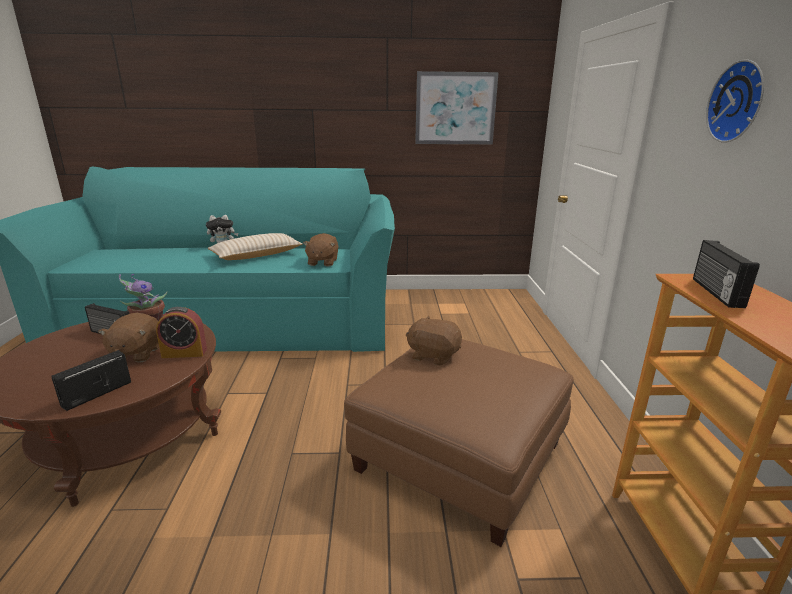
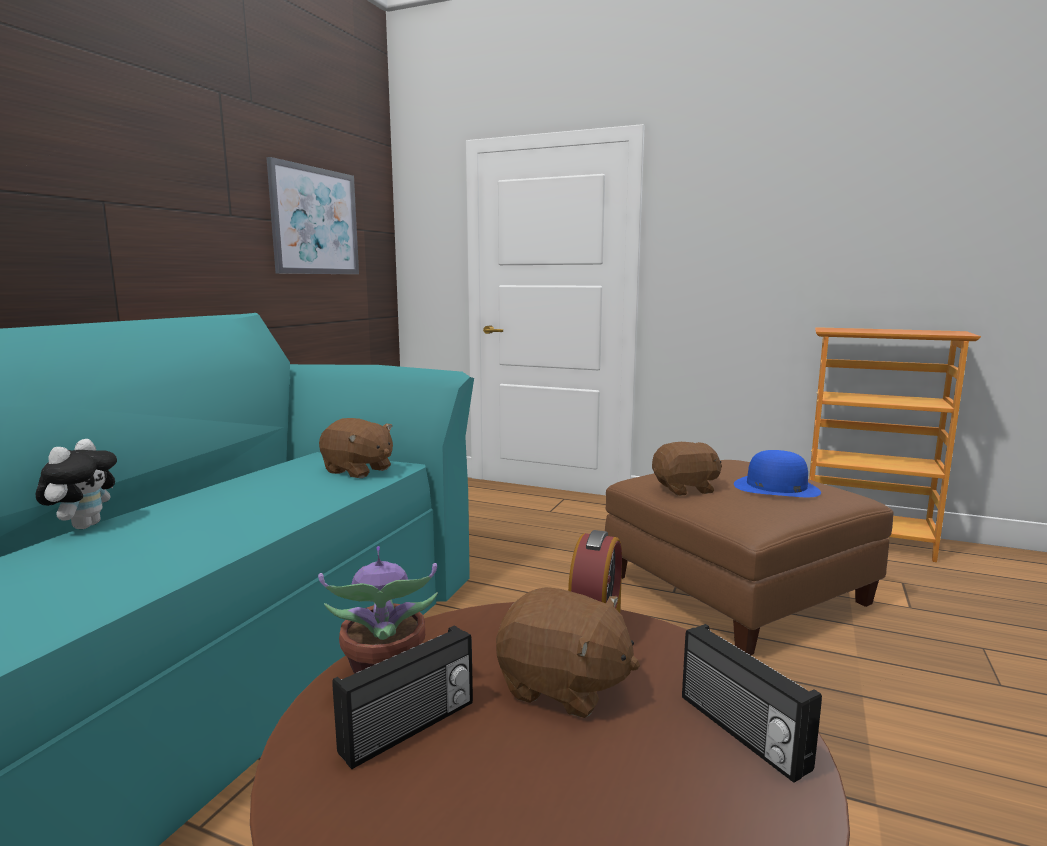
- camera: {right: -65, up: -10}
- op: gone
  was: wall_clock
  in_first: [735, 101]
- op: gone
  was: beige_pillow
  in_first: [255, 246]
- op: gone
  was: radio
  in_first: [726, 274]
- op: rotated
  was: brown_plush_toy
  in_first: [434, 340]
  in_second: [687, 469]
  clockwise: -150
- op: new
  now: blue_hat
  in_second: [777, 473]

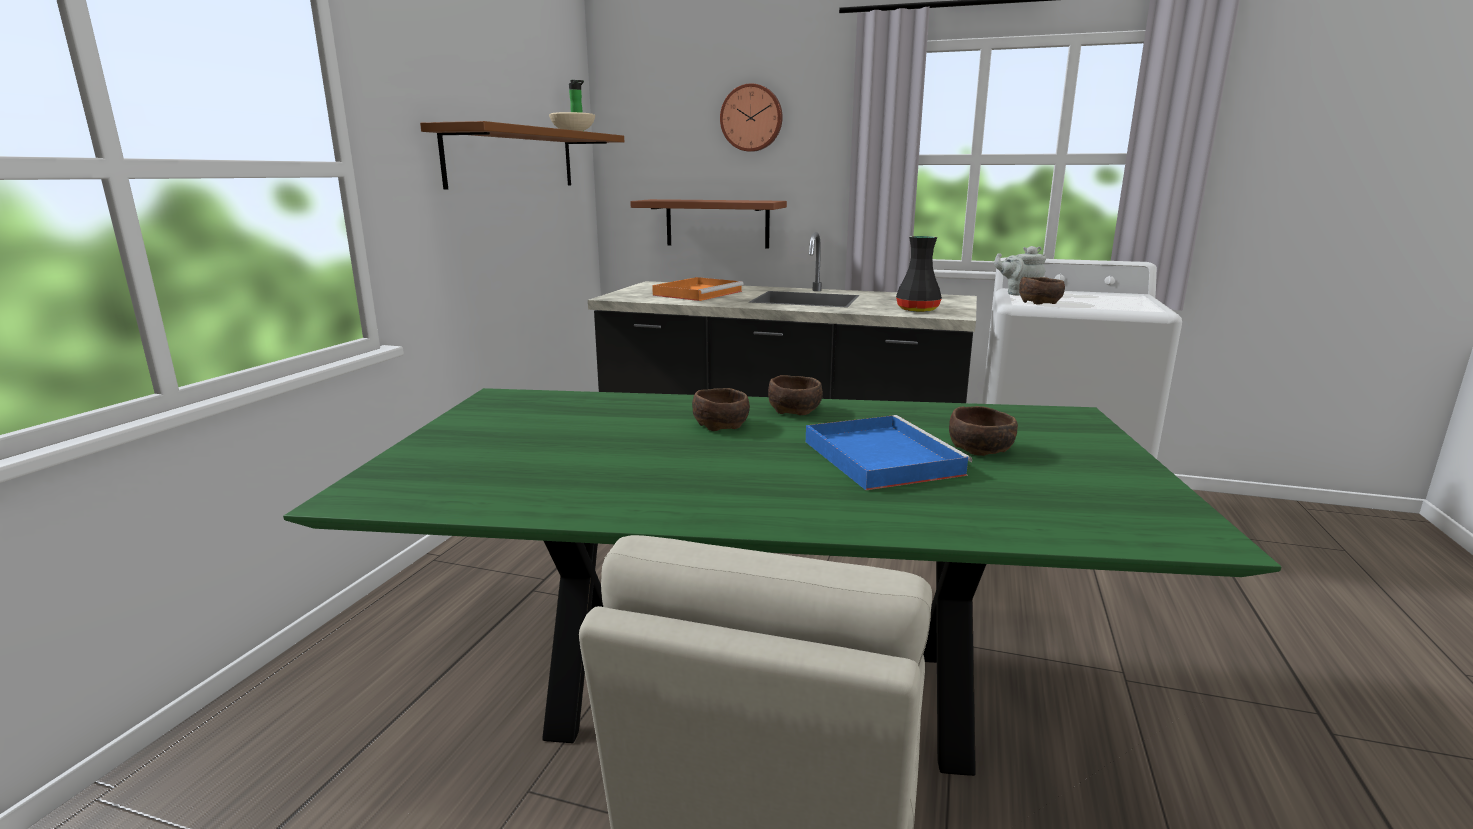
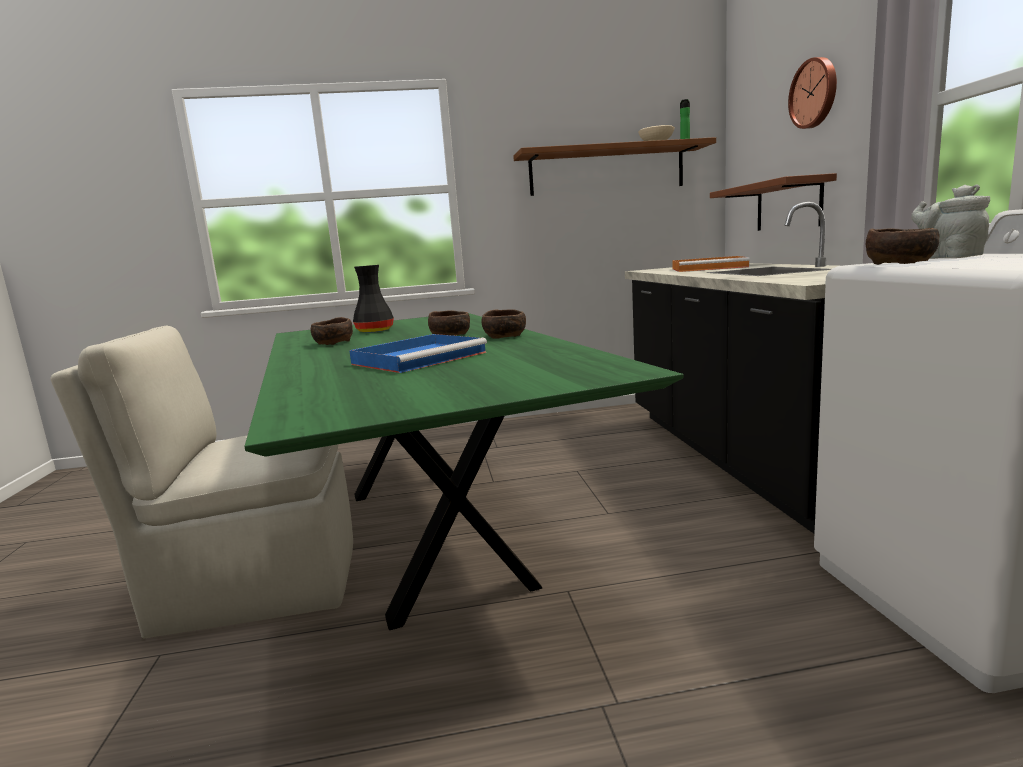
- camera: {right: 65, up: -5}
- op: shifted
  was: black_vase
  in_first: [919, 274]
  in_second: [373, 299]
- op: shifted
  was: brown_bowl
  in_first: [983, 431]
  in_second: [332, 331]

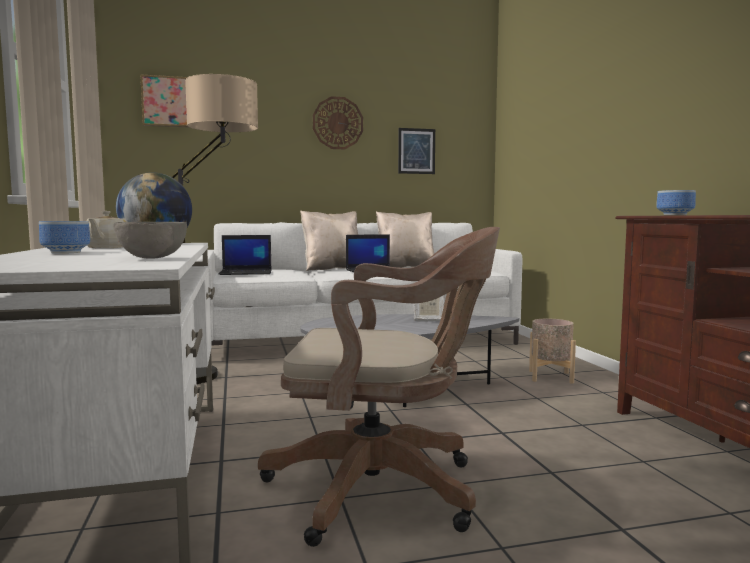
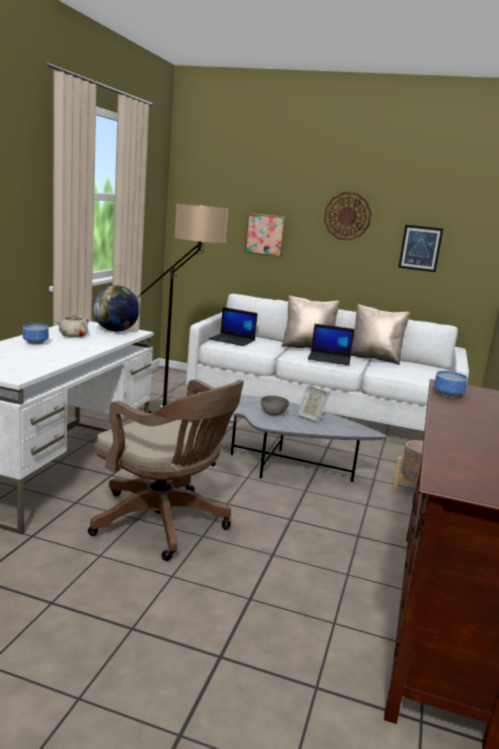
- camera: {right: 30, up: 10}
- op: shifted
  was: picture
  in_first: [165, 101]
  in_second: [266, 235]
- op: shifted
  was: grey_bowl
  in_first: [150, 240]
  in_second: [275, 405]

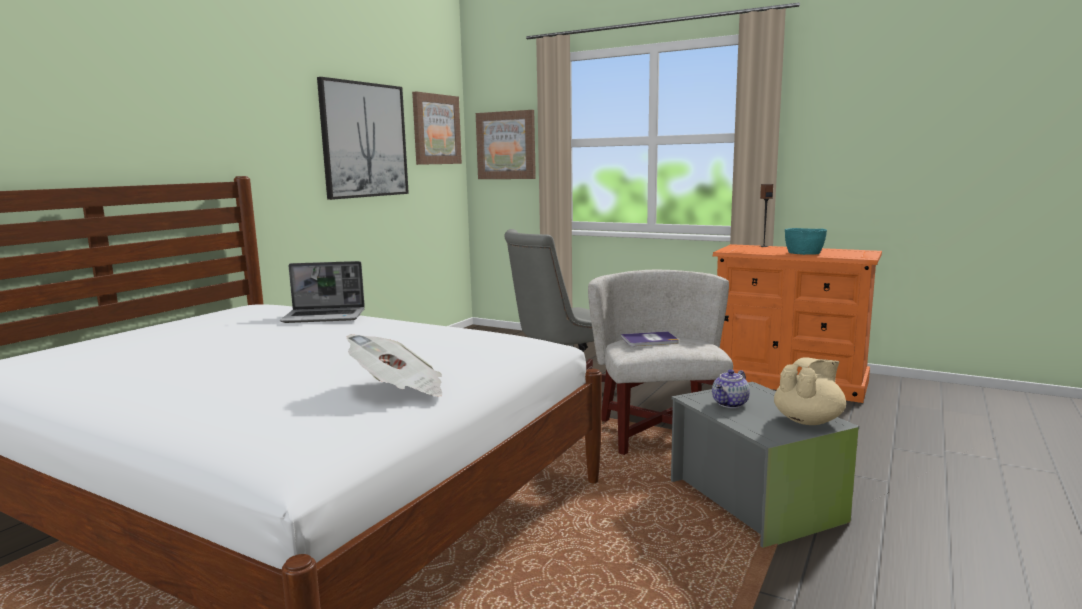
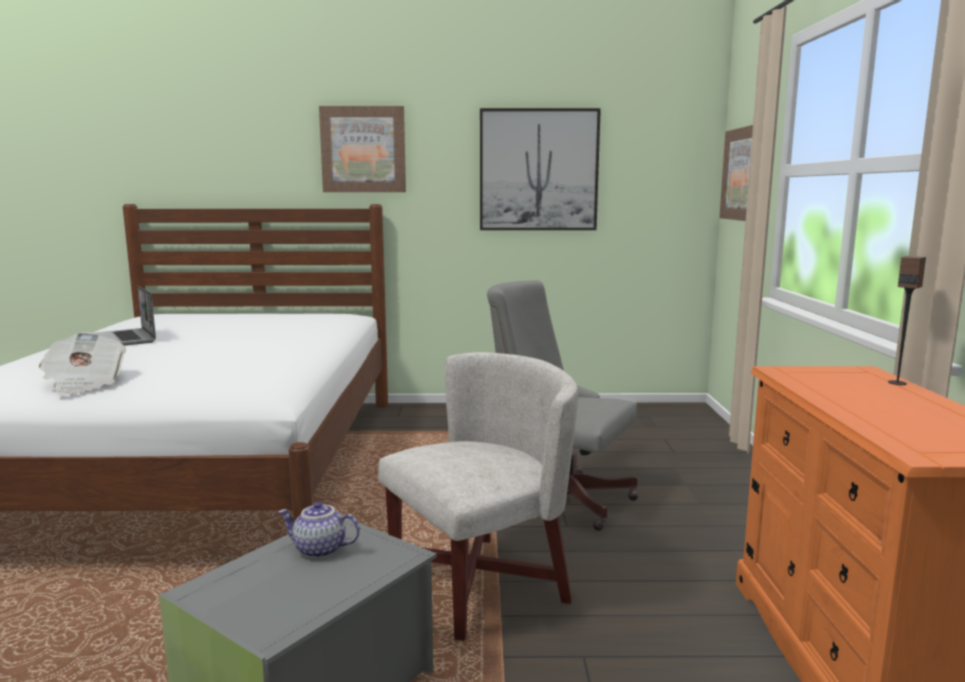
- camera: {right: 60, up: 0}
- op: shifted
  was: picture
  in_first: [437, 128]
  in_second: [362, 149]
- op: gone
  was: turquoise_bowl
  in_first: [806, 241]
- op: shifted
  was: laptop
  in_first: [322, 292]
  in_second: [126, 315]
- op: gone
  was: book
  in_first: [650, 338]
- op: gone
  was: beige_teapot
  in_first: [810, 391]

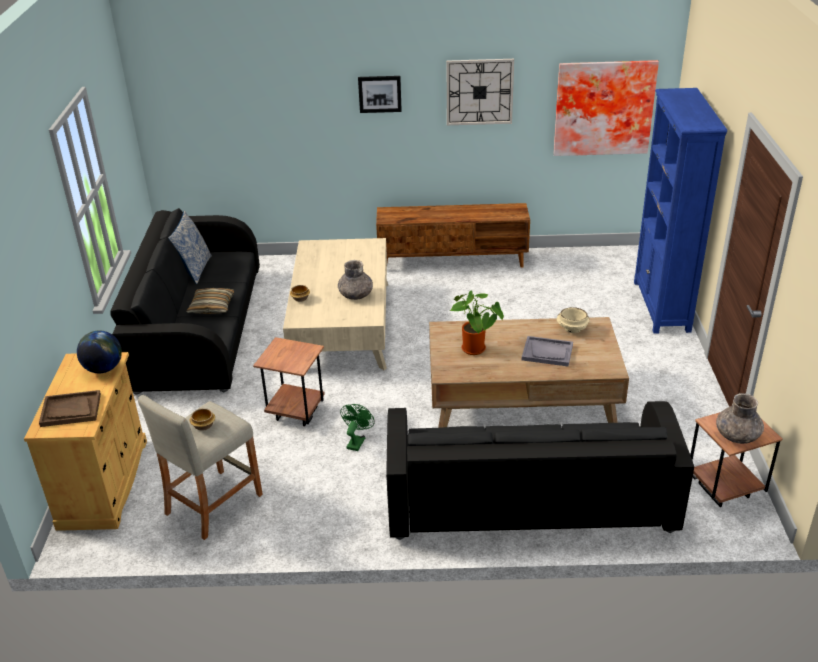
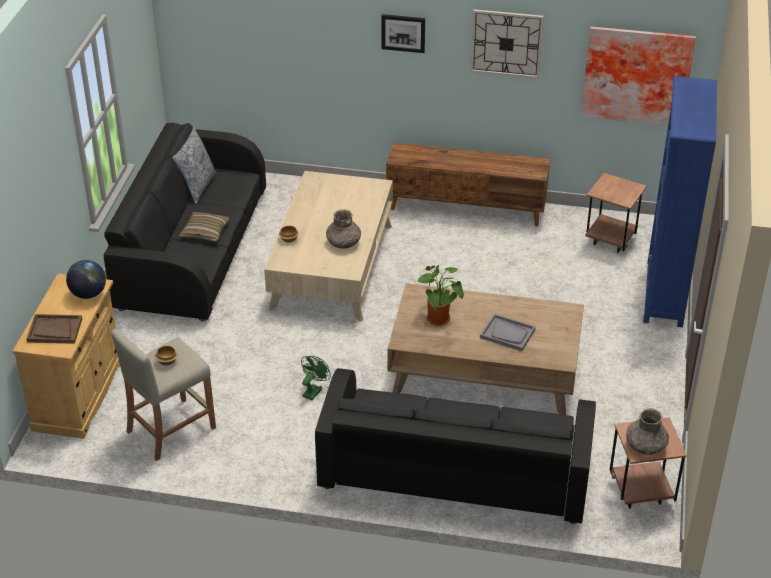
- camera: {right: 10, up: 5}
- op: gone
  was: beige_bowl
  in_first: [573, 320]
- op: shifted
  was: brown_side_table
  in_first: [289, 381]
  in_second: [616, 213]

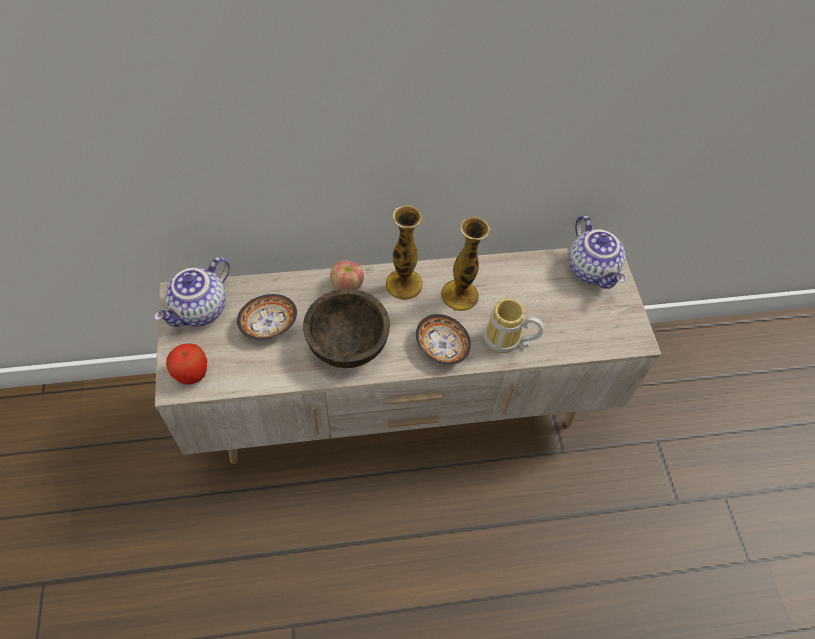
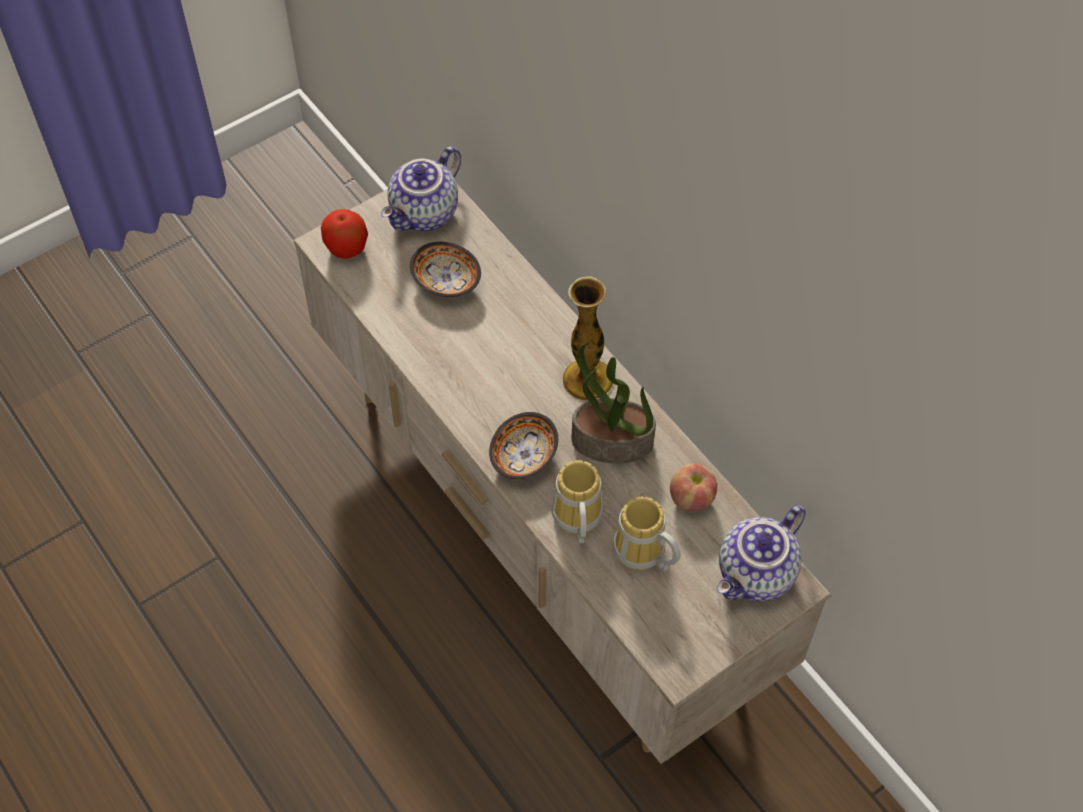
- camera: {right: 65, up: 0}
- op: swapped
  was: vase
  now: potted_plant
  in_first: [465, 264]
  in_second: [614, 403]
- op: rotated
  was: teapot
  in_first: [192, 292]
  in_second: [421, 189]
  clockwise: -60
- op: shifted
  was: apple
  in_first: [347, 275]
  in_second: [693, 487]
- op: gone
  was: brown_bowl
  in_first: [346, 328]
- op: new
  now: mug
  in_second: [647, 534]

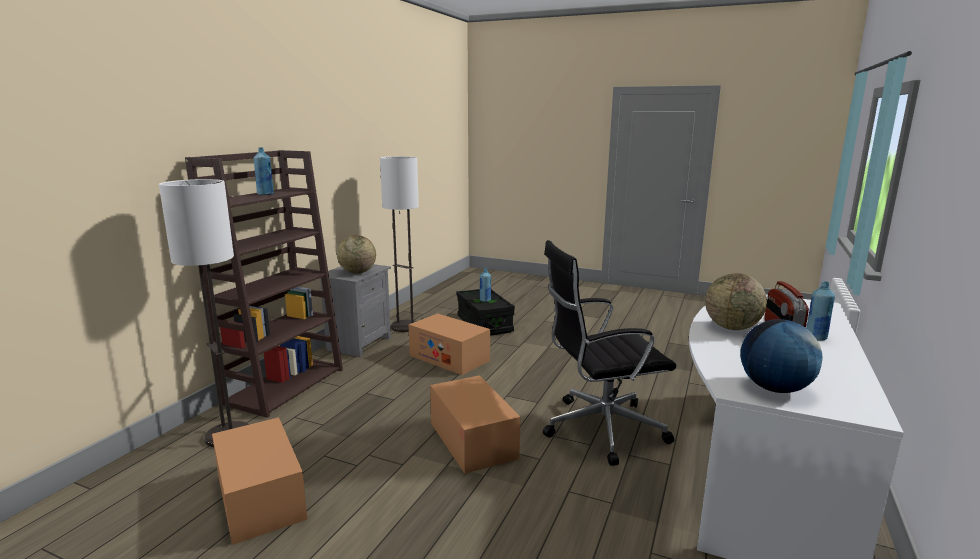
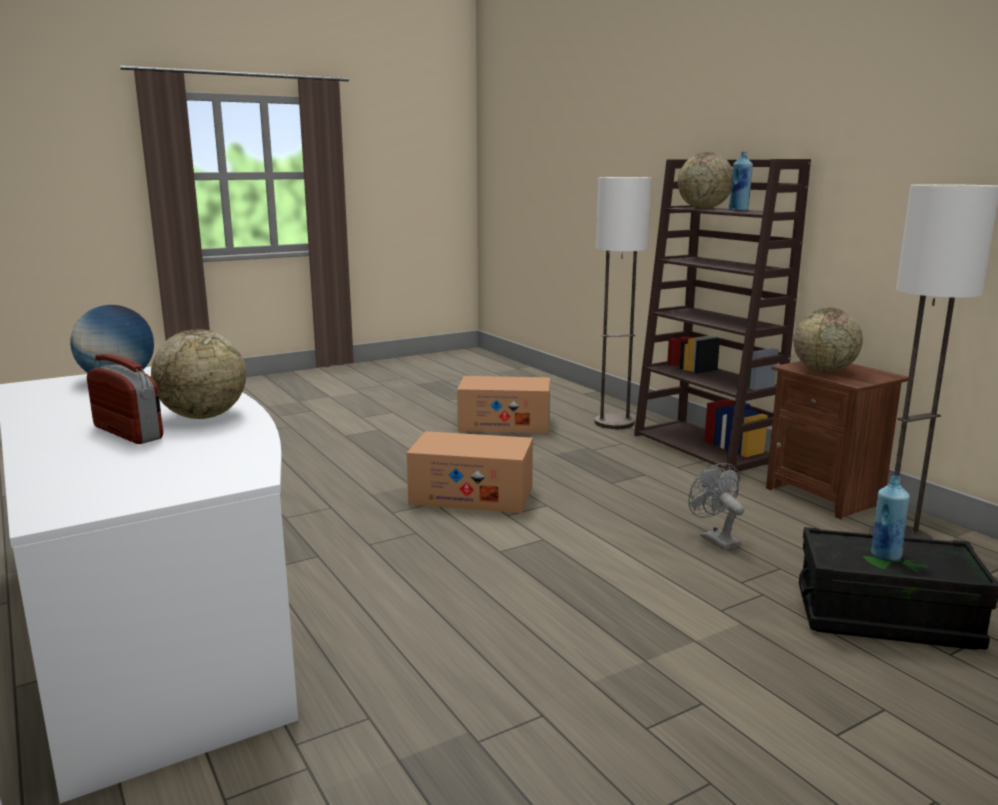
- camera: {right: 125, up: 0}
- op: gone
  was: black_office_chair
  in_first: [609, 353]
- op: repainted
  was: grey_nightstand
  now: brown_nightstand
  in_first: [355, 311]
  in_second: [837, 440]
- op: gone
  was: blue_bottle
  in_first: [820, 311]
- op: swapped
  was: cardboard_box
  now: grey_fan
  in_first: [449, 344]
  in_second: [716, 506]
- op: new
  now: globe
  in_second: [705, 180]

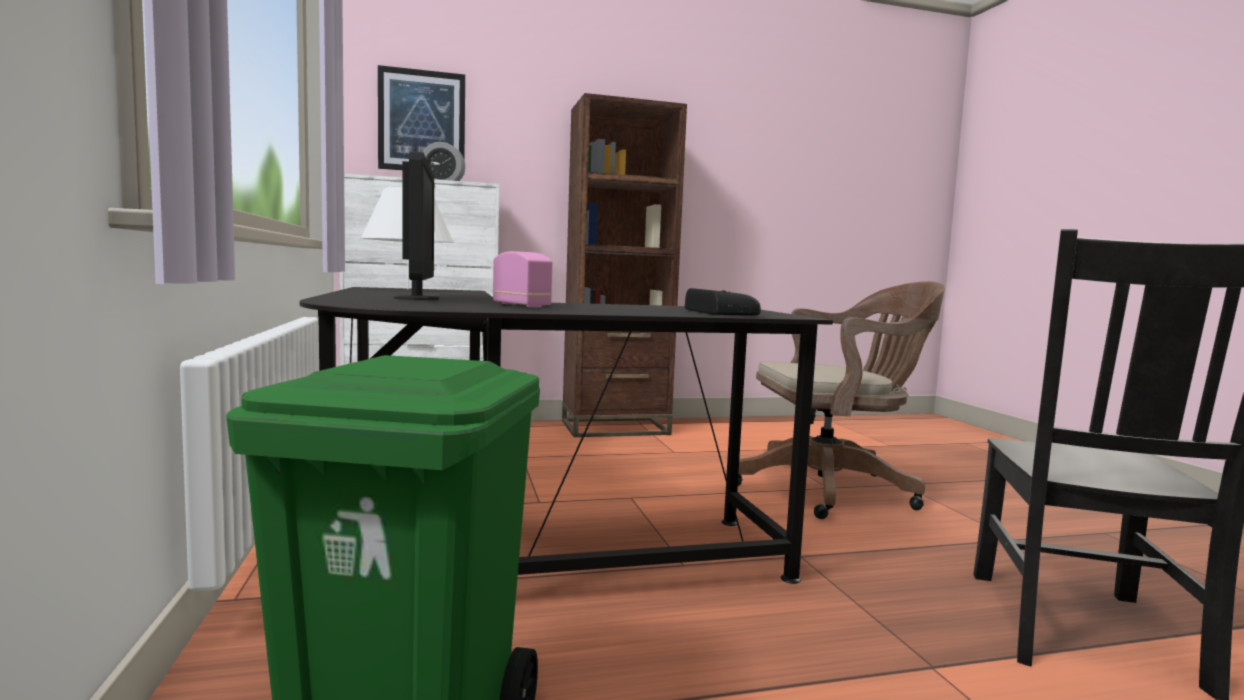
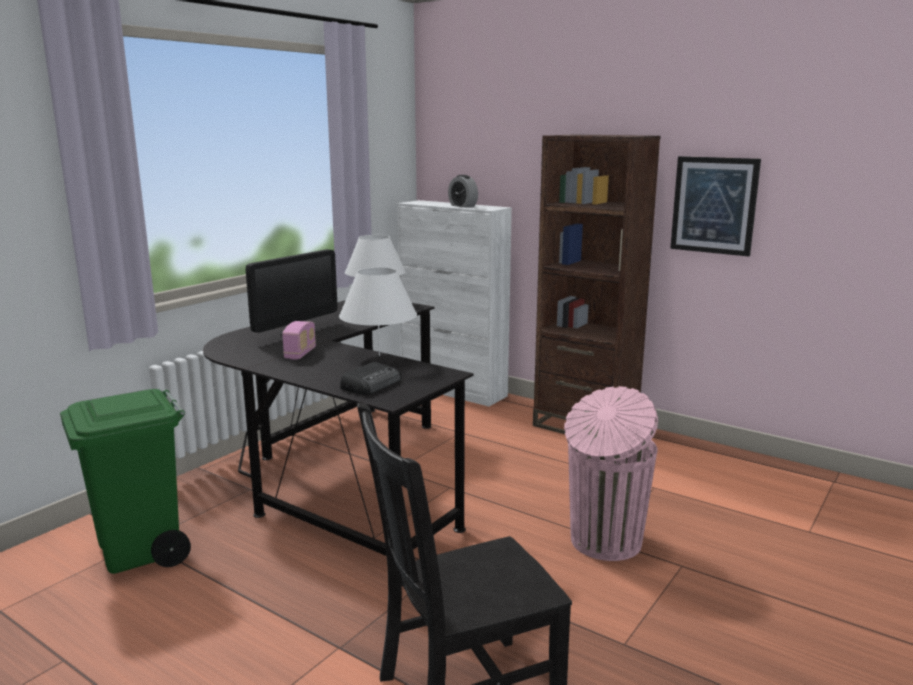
- camera: {right: 50, up: 10}
- op: shifted
  was: picture
  in_first: [421, 117]
  in_second: [715, 206]
- op: swapped
  was: brown_office_chair
  now: pink_trash_can
  in_first: [841, 400]
  in_second: [611, 473]
- op: new
  now: white_table_lamp
  in_second: [378, 311]

